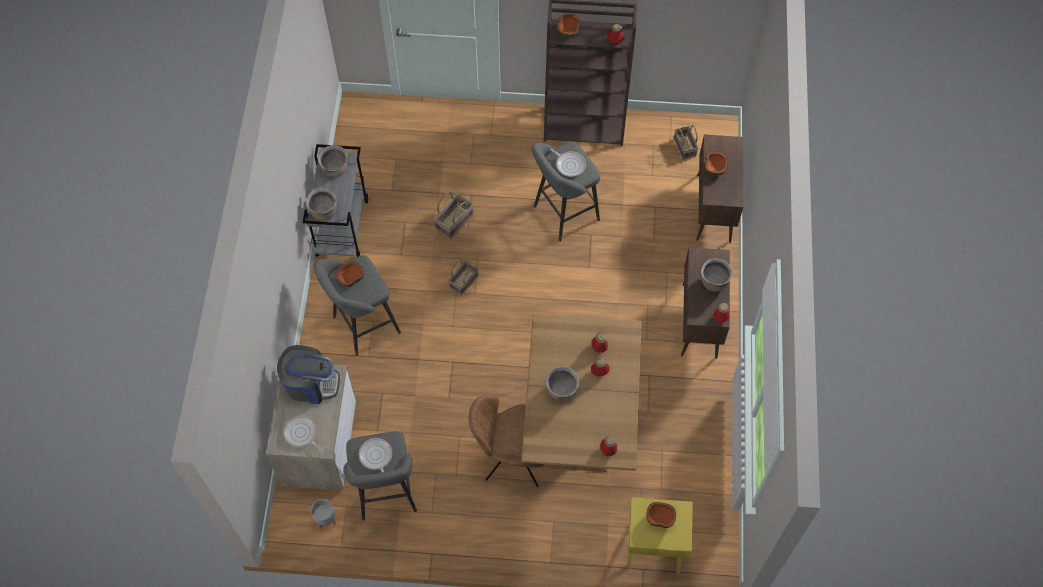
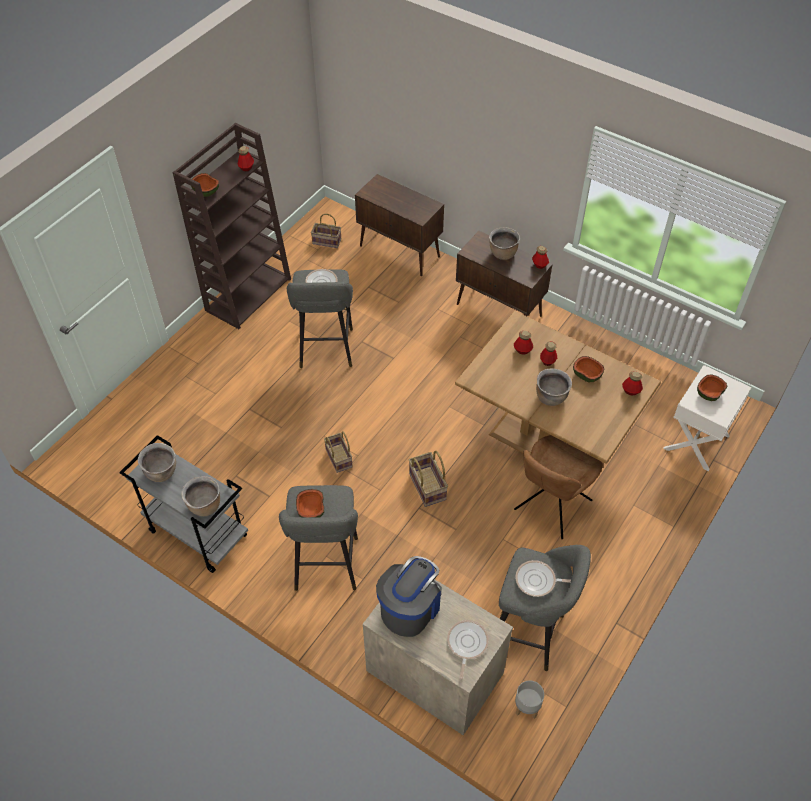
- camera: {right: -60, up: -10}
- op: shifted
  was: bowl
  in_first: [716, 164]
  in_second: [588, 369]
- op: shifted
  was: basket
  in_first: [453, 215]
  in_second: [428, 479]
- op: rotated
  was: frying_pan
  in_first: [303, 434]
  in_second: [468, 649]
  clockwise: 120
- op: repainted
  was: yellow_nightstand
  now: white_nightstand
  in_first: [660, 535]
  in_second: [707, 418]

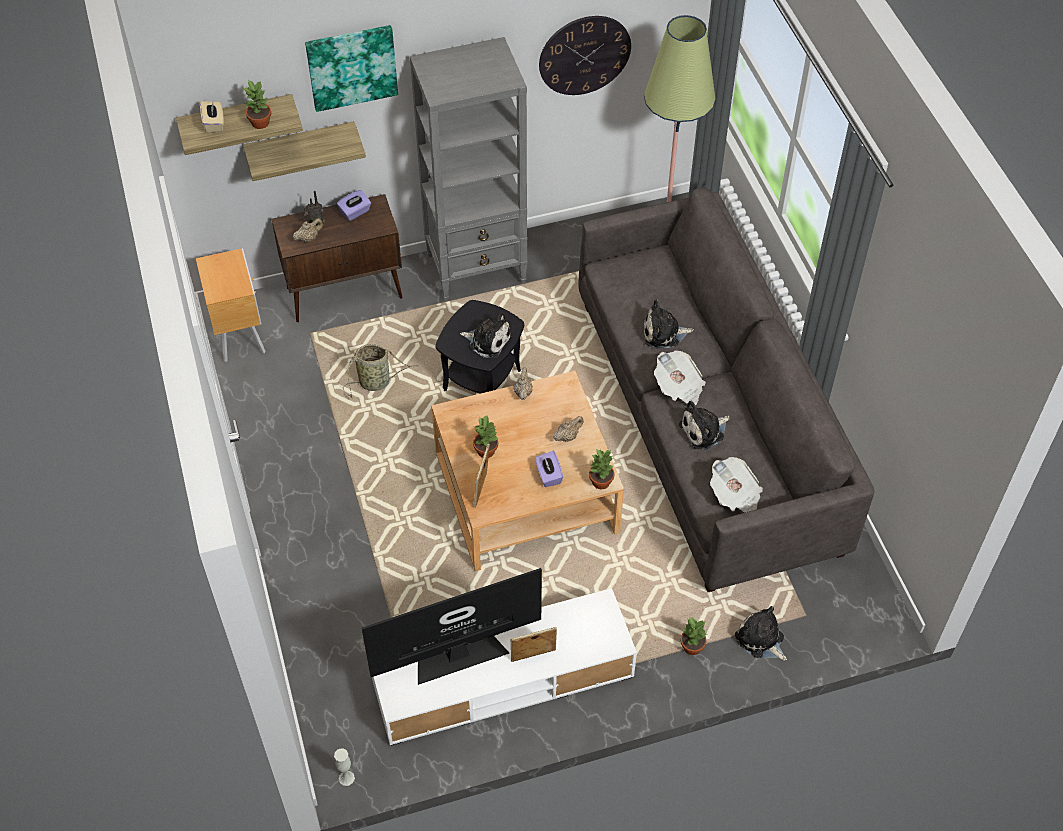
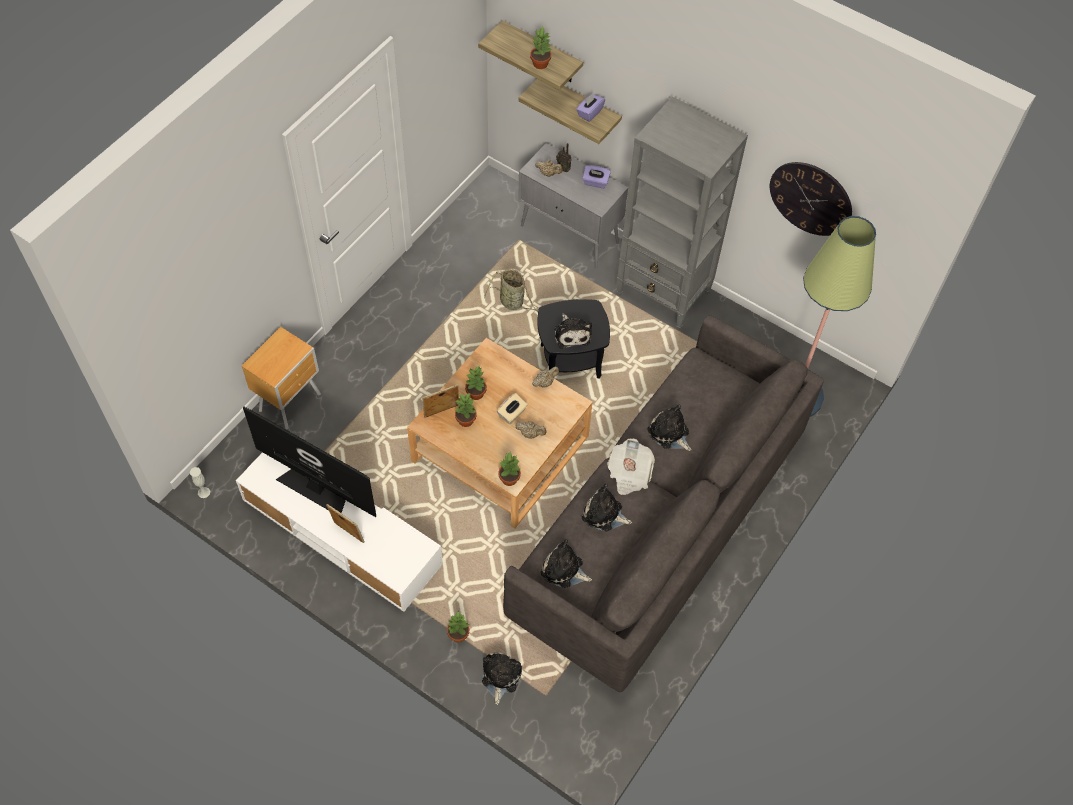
- camera: {right: 50, up: 5}
- op: gone
  was: picture
  in_first: [351, 68]
- op: shifted
  was: beige_tissue_box
  in_first: [212, 117]
  in_second: [512, 408]
- op: repainted
  was: brown_cabinet
  now: grey_cabinet
  in_first: [337, 258]
  in_second: [573, 206]
- op: shifted
  was: brown_nightstand
  in_first: [231, 305]
  in_second: [281, 378]
- op: shifted
  was: purple_tissue_box
  in_first: [549, 469]
  in_second: [590, 107]
- op: swapped
  was: newspaper
  now: plush_toy
  in_first: [736, 485]
  in_second: [566, 563]
- op: new
  now: potted_plant
  in_second: [466, 410]

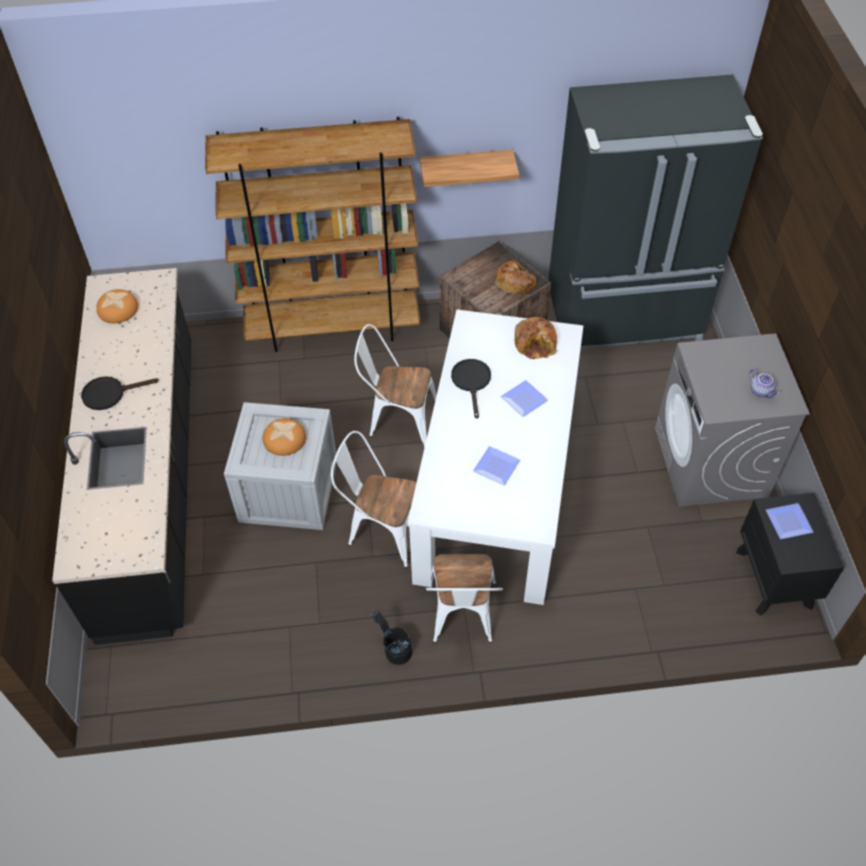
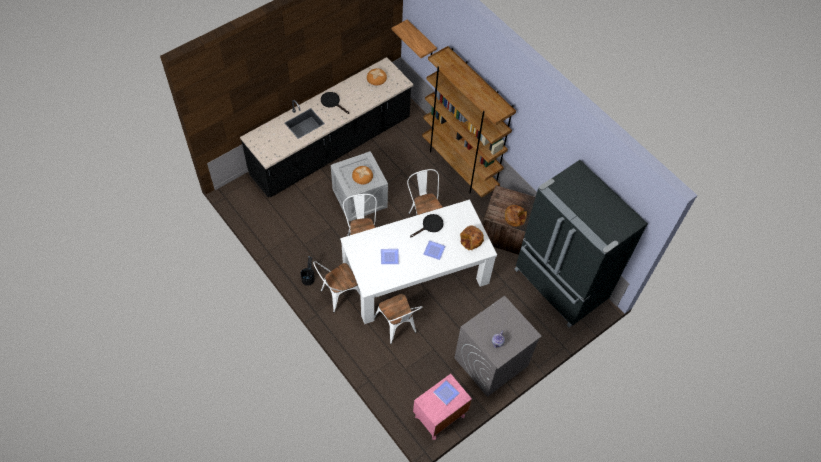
- camera: {right: 55, up: 5}
- op: shifted
  was: shelf
  in_first: [469, 168]
  in_second: [414, 38]
- op: repainted
  was: black_nightstand
  now: pink_nightstand
  in_first: [790, 554]
  in_second: [442, 407]
- op: new
  now: white_chair
  in_second: [398, 319]

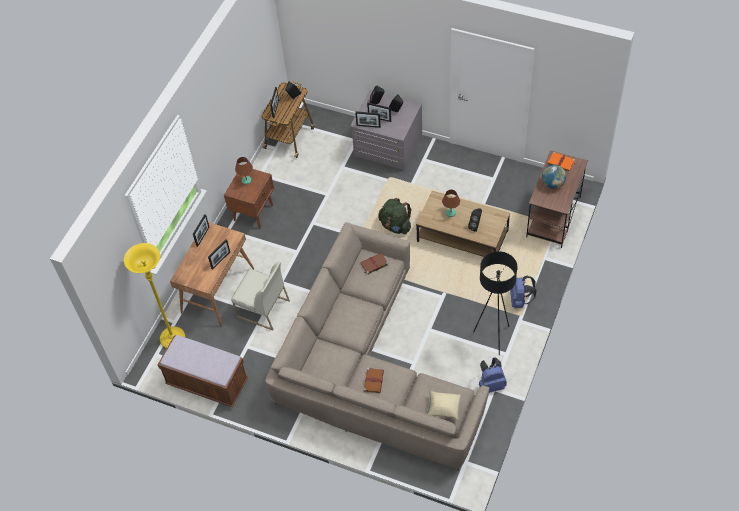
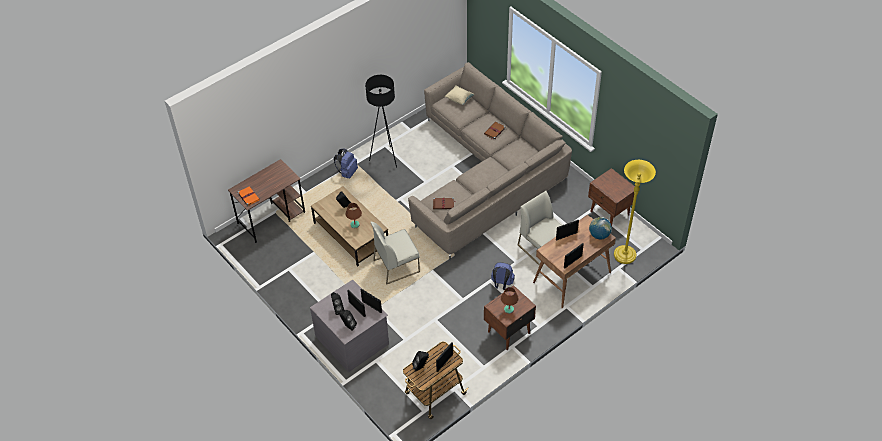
- camera: {right: -155, up: -5}
- op: shifted
  was: globe
  in_first: [554, 177]
  in_second: [600, 228]
- op: swapped
  was: green_backpack
  now: white_chair
  in_first: [395, 216]
  in_second: [395, 253]
- op: swapped
  was: brown_bench
  now: brown_nightstand
  in_first: [203, 371]
  in_second: [611, 197]
- op: shifted
  was: blue_backpack
  in_first: [493, 375]
  in_second: [503, 276]

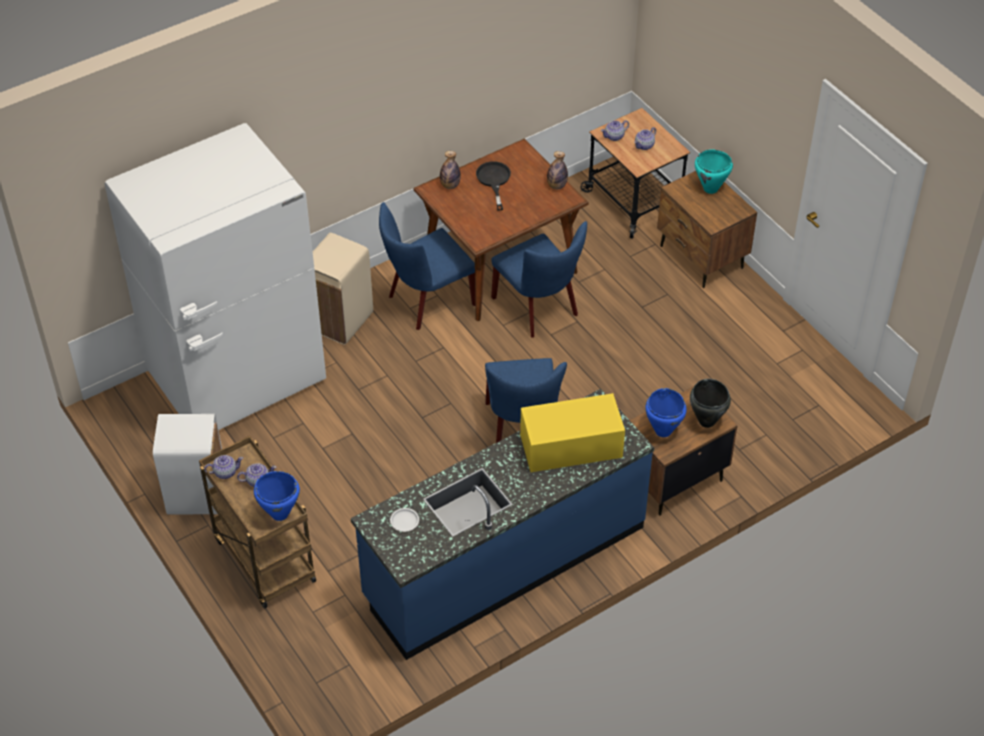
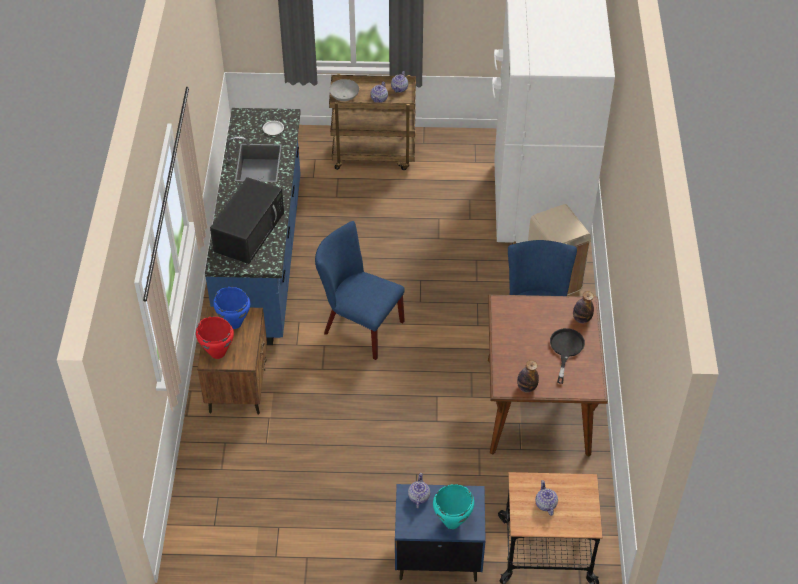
- camera: {right: 125, up: 0}
- op: shifted
  was: teapot
  in_first: [615, 130]
  in_second: [419, 490]
- op: rotated
  was: black_frying_pan
  in_first: [493, 185]
  in_second: [567, 356]
  clockwise: -105
- op: repainted
  was: brown_nightstand
  now: blue_nightstand
  in_first: [707, 229]
  in_second: [440, 533]
- op: gone
  was: blue_chair
  in_first: [539, 279]
- op: repainted
  was: black_cooking_pot
  now: red_cooking_pot
  in_first: [710, 403]
  in_second: [215, 337]
- op: repainted
  was: yellow_microwave
  now: black_microwave
  in_first: [572, 432]
  in_second: [247, 220]
- op: gone
  was: white_trash_can
  in_first: [187, 464]
- op: swapped
  was: blue_cooking_pot
  now: grey_bowl
  in_first: [277, 496]
  in_second: [344, 90]

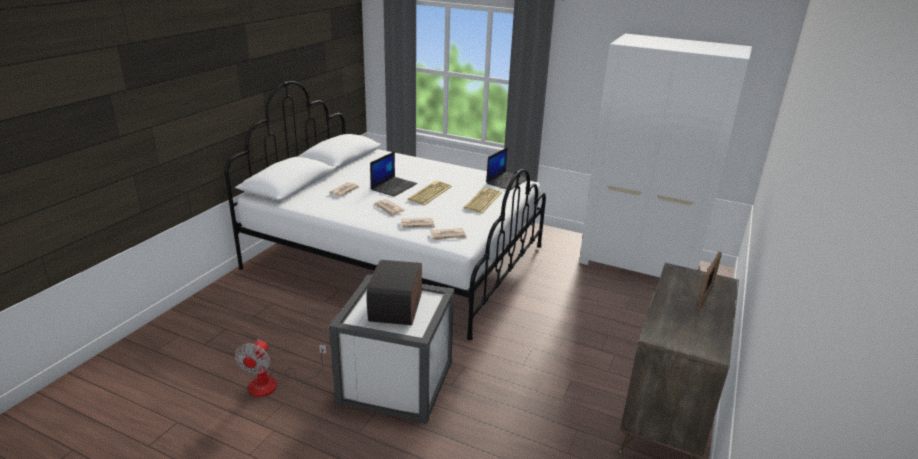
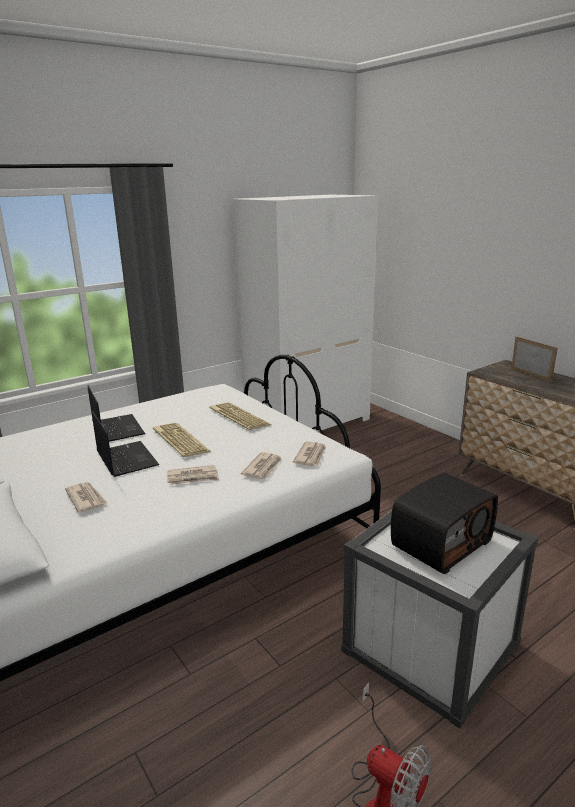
- camera: {right: -60, up: -5}
- op: shifted
  was: laptop
  in_first: [506, 168]
  in_second: [116, 413]
- op: rotated
  was: radio
  in_first: [394, 292]
  in_second: [444, 523]
  clockwise: -75

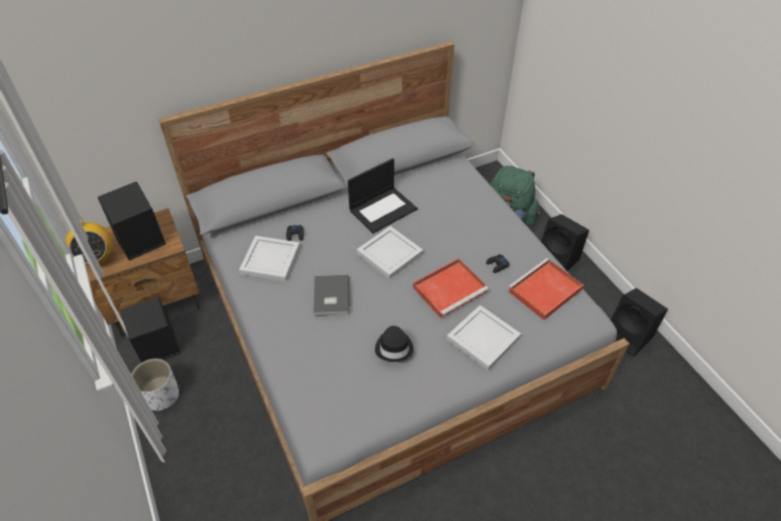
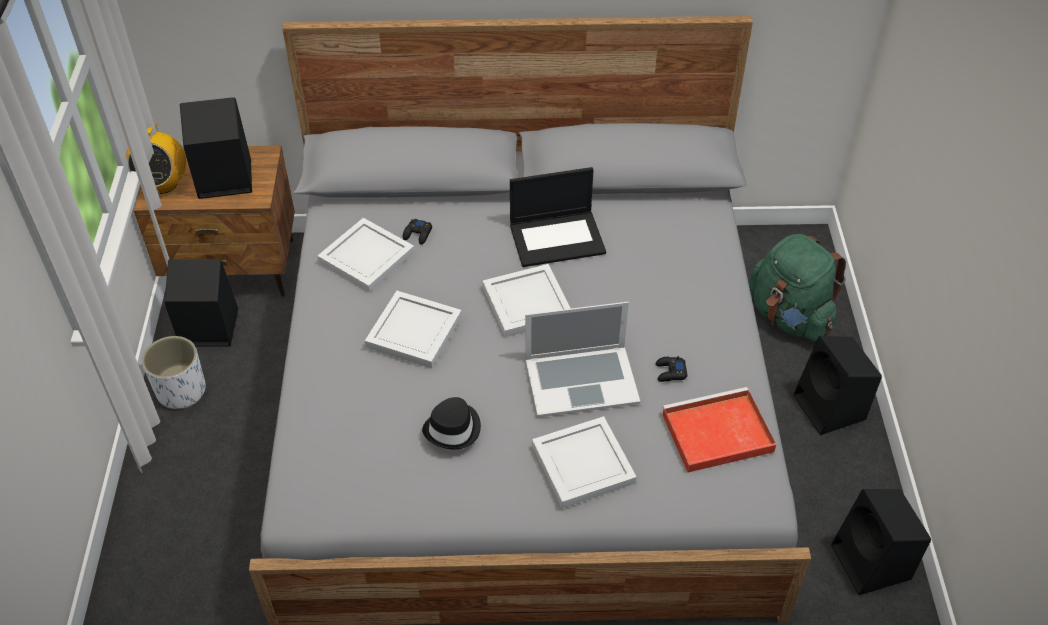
- camera: {right: 25, up: 0}
- op: swapped
  was: red_tray
  now: laptop
  in_first: [450, 288]
  in_second: [582, 360]
- op: swapped
  was: grey_book
  now: white_tray
  in_first: [332, 295]
  in_second: [413, 329]

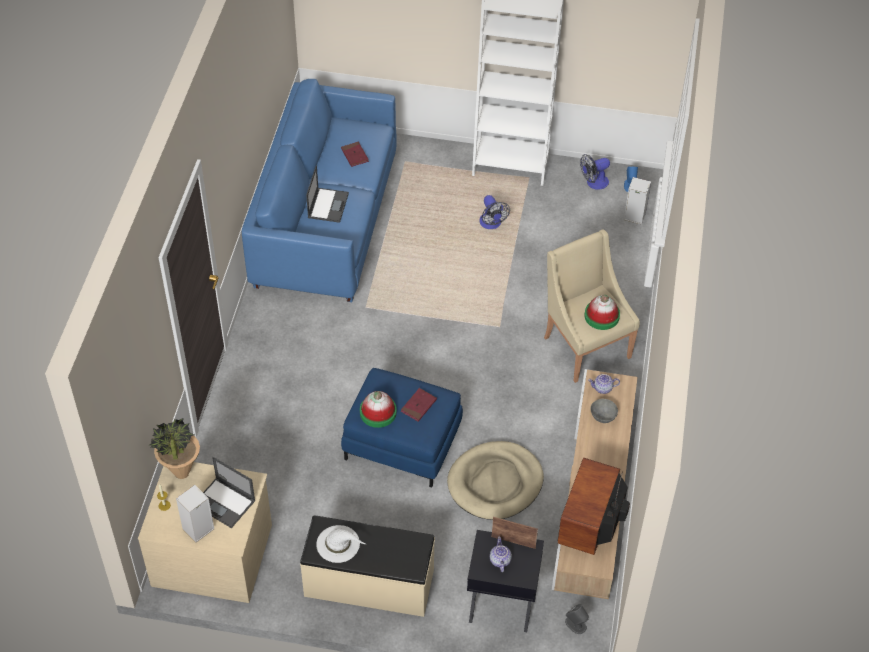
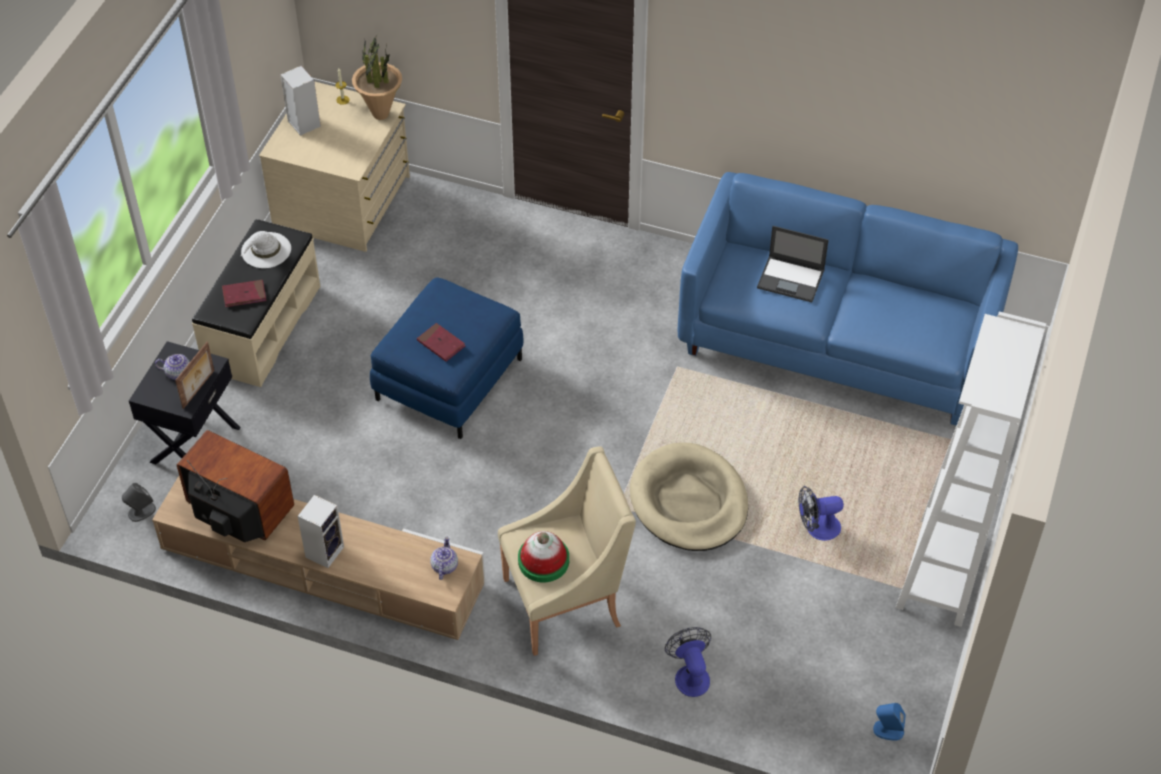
- camera: {right: 100, up: 0}
- op: shifted
  was: red_book
  in_first: [355, 154]
  in_second: [244, 293]
- op: shifted
  was: fan
  in_first: [595, 172]
  in_second: [688, 662]
- op: shifted
  was: speaker
  in_first: [637, 201]
  in_second: [321, 531]
- op: gone
  was: hat
  in_first: [378, 409]
- op: gone
  was: grey_bowl
  in_first: [604, 411]
- op: shifted
  was: beige_dog_bed
  in_first: [495, 480]
  in_second: [689, 497]
- op: gone
  was: laptop
  in_first: [229, 492]

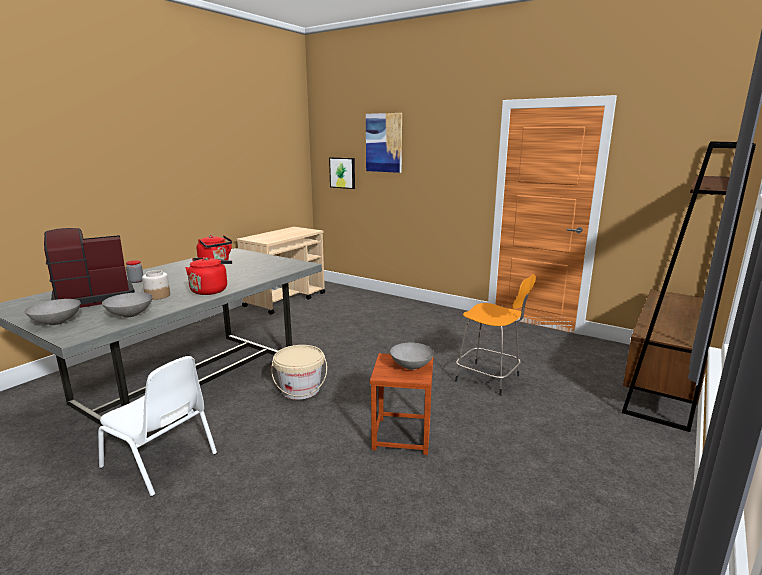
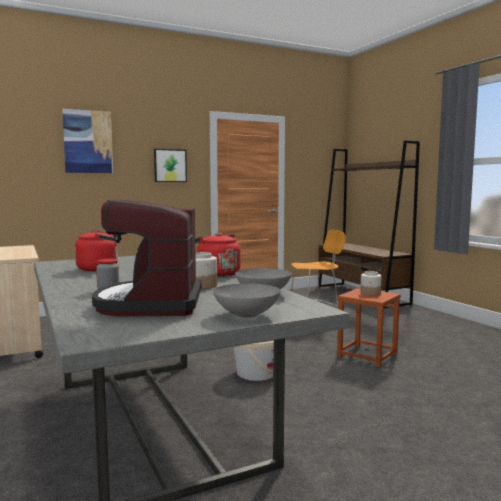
- camera: {right: -60, up: -10}
- op: shifted
  was: picture
  in_first: [342, 173]
  in_second: [170, 165]
- op: swapped
  was: grey_bowl
  now: jar
  in_first: [412, 356]
  in_second: [370, 283]
- op: gone
  was: white_chair
  in_first: [157, 426]

